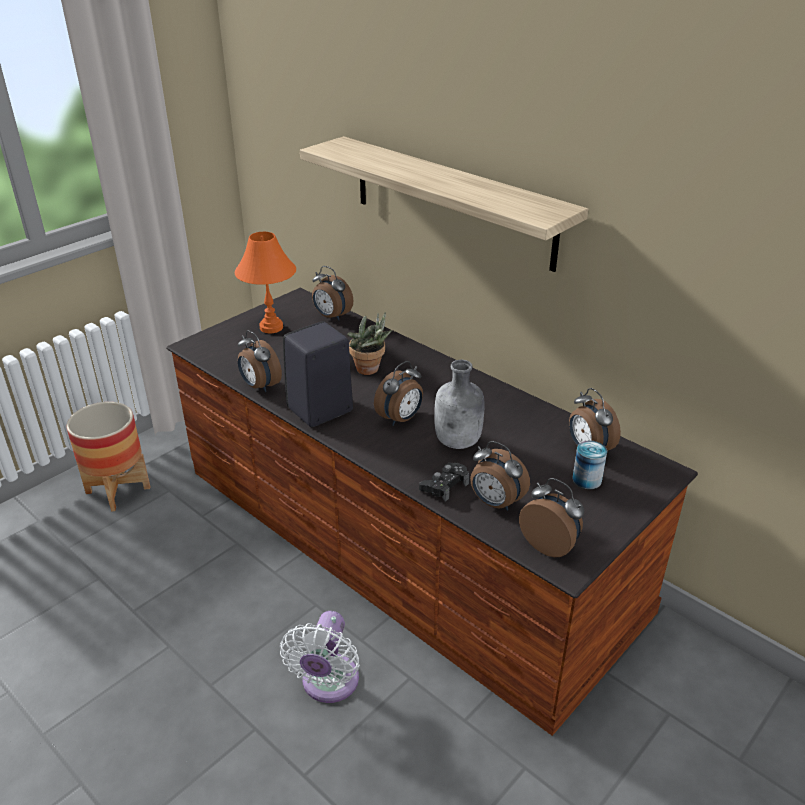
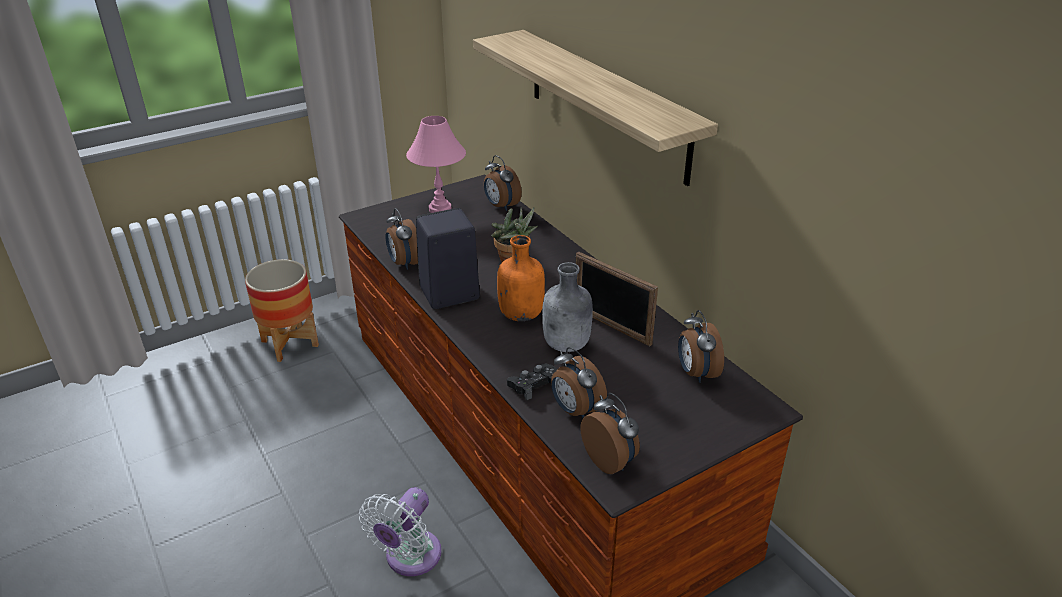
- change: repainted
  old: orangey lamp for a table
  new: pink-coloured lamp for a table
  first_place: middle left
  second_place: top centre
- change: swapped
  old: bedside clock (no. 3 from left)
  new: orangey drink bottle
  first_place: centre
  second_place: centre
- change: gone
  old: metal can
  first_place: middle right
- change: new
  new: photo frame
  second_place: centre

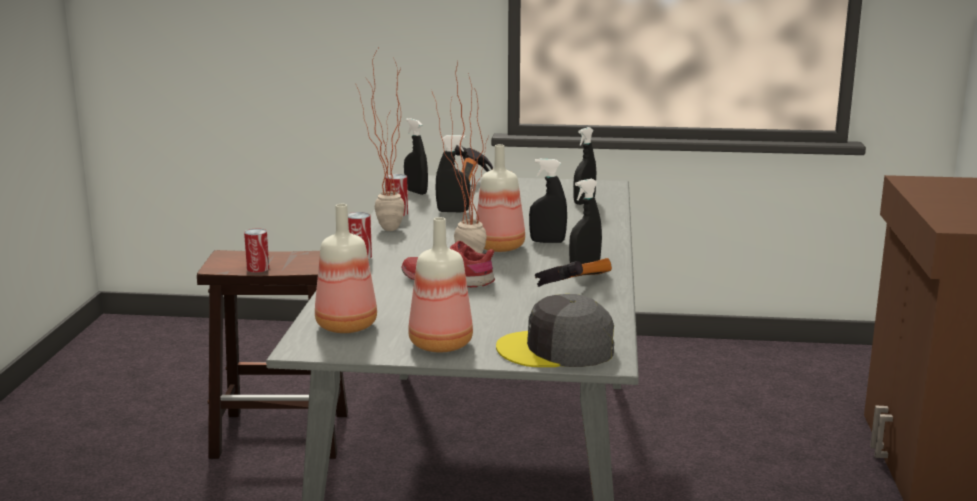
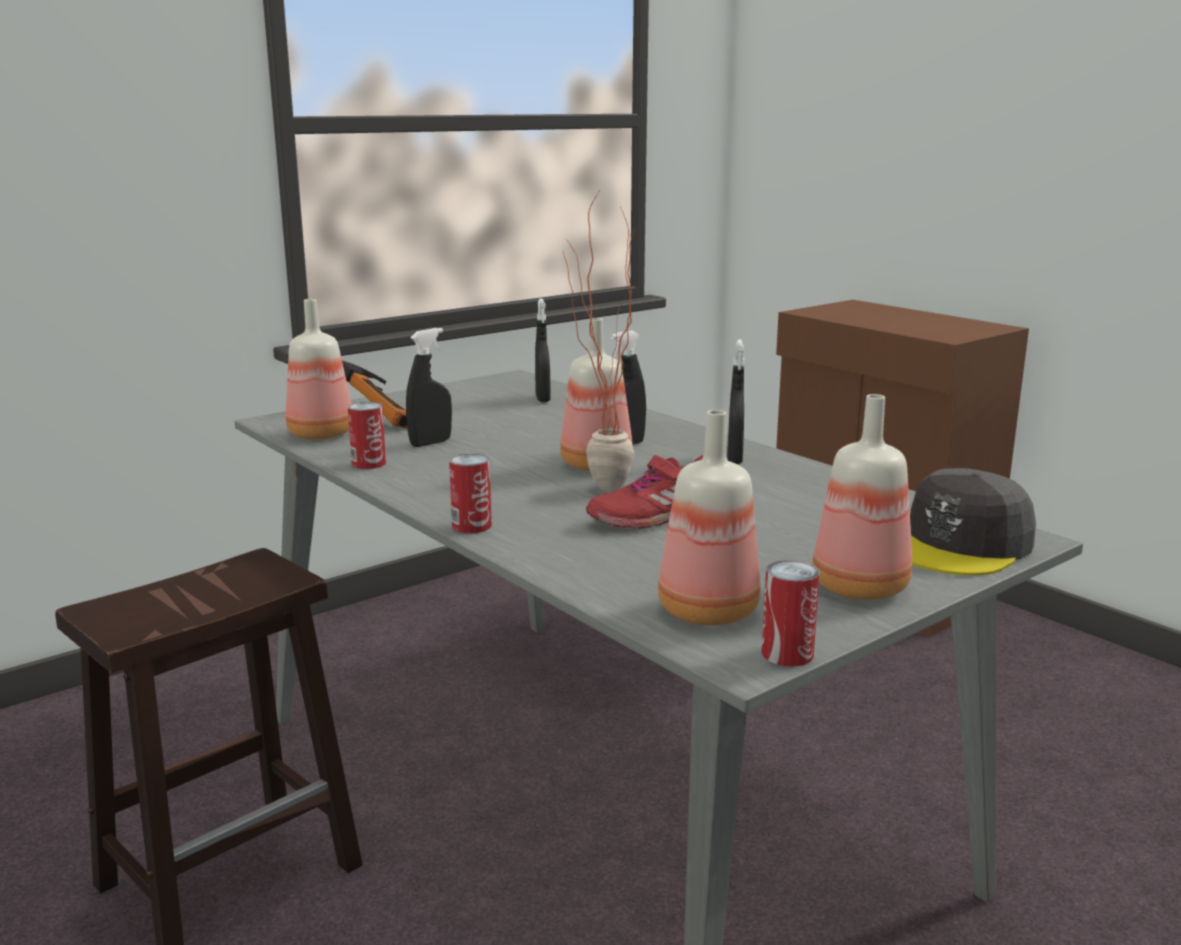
- change: gone
  old: plant in a pot (no. 1 from left)
  first_place: top centre
- change: swapped
  old: blackish sprayer (no. 1 from left)
  new: drink bottle (no. 1 from left)
  first_place: top centre
  second_place: middle left
- change: shifted
  old: metal can (no. 1 from left in the first image)
  new: metal can (no. 3 from left)
  first_place: middle left
  second_place: middle right
- change: gone
  old: tool hammer (no. 2 from left)
  first_place: centre

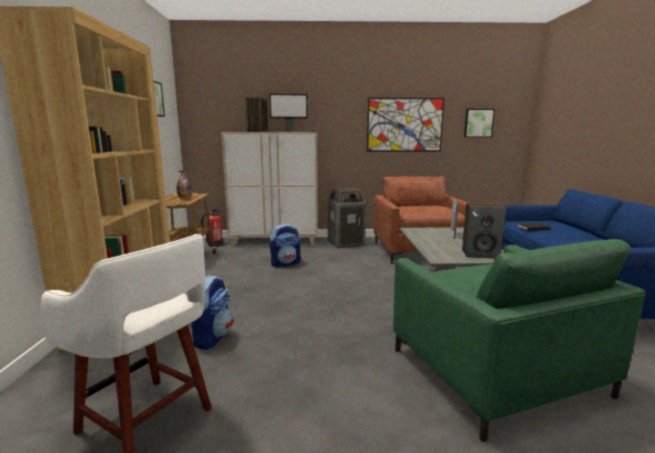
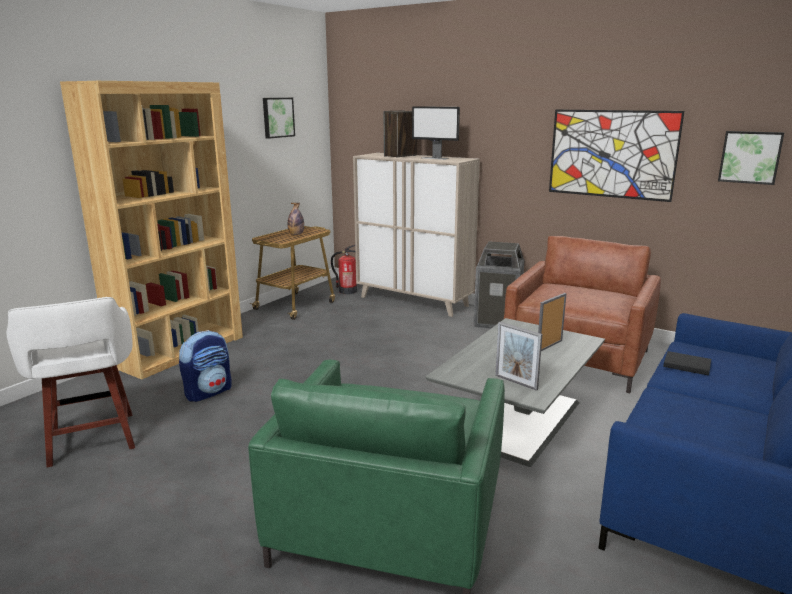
- change: swapped
  old: speaker (no. 2 from left)
  new: photo frame (no. 1 from left)
  first_place: middle right
  second_place: centre
- change: gone
  old: backpack (no. 2 from left)
  first_place: centre

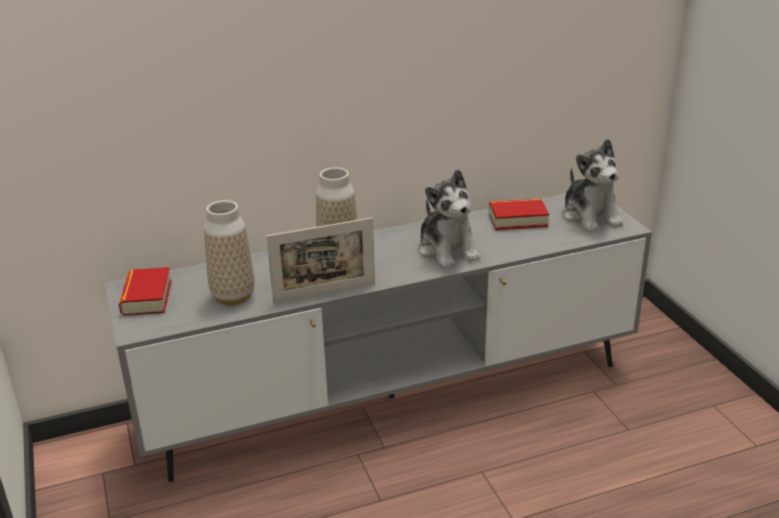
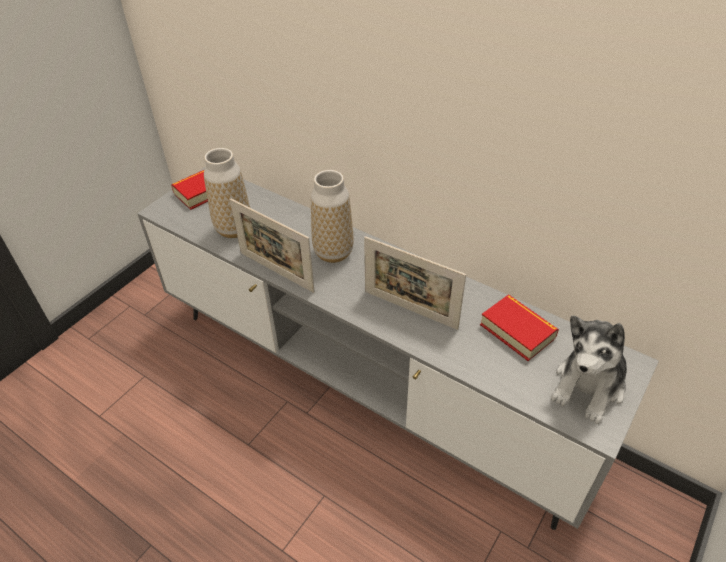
- change: swapped
  old: cuddly toy (no. 1 from left)
  new: photo frame (no. 2 from left)
  first_place: centre
  second_place: centre

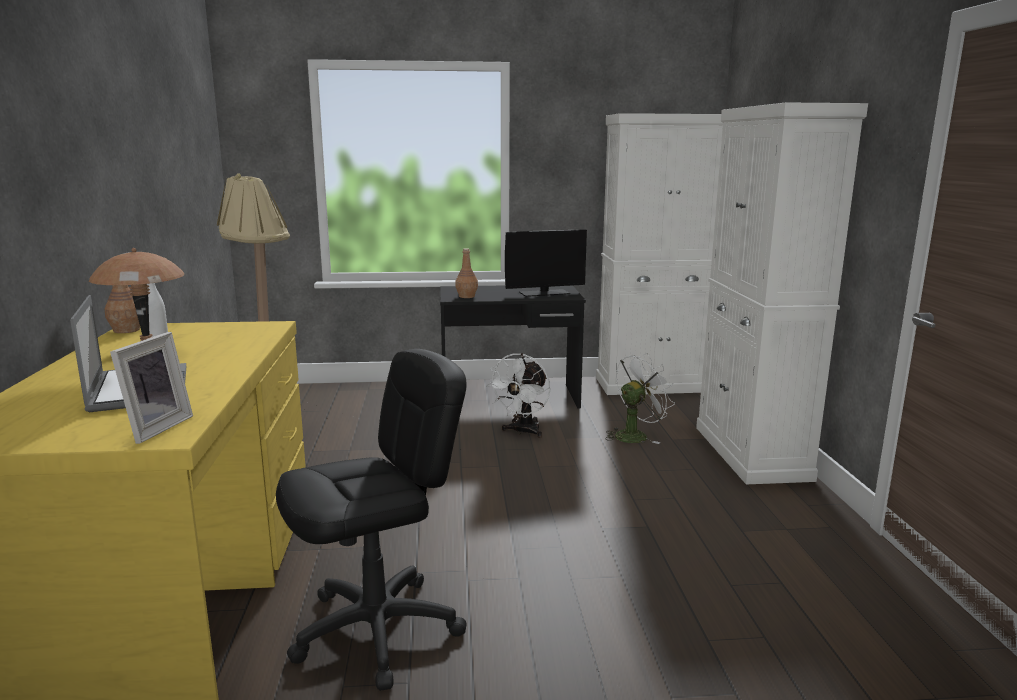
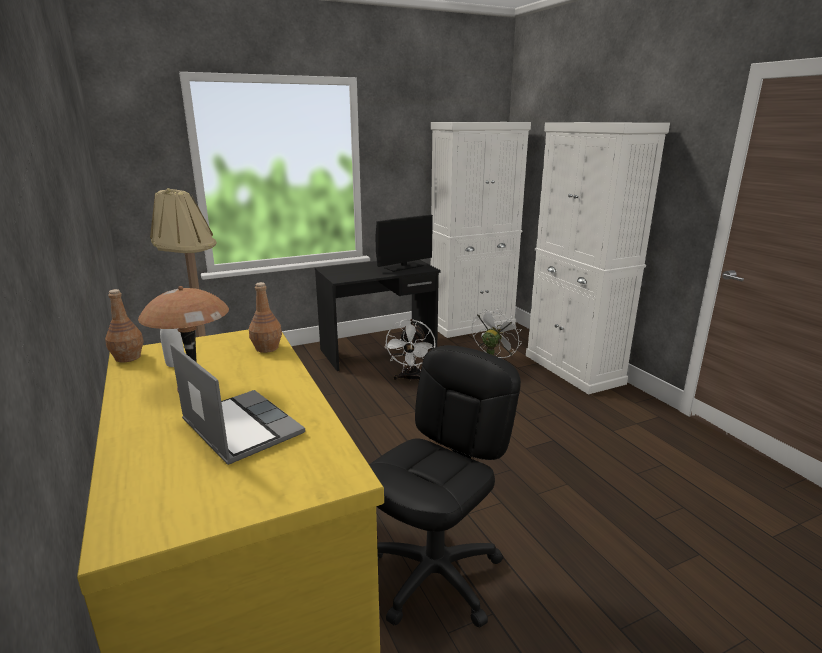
- change: shifted
  old: brownish drink bottle (no. 2 from left)
  first_place: centre
  second_place: middle left
- change: gone
  old: photo frame
  first_place: middle left

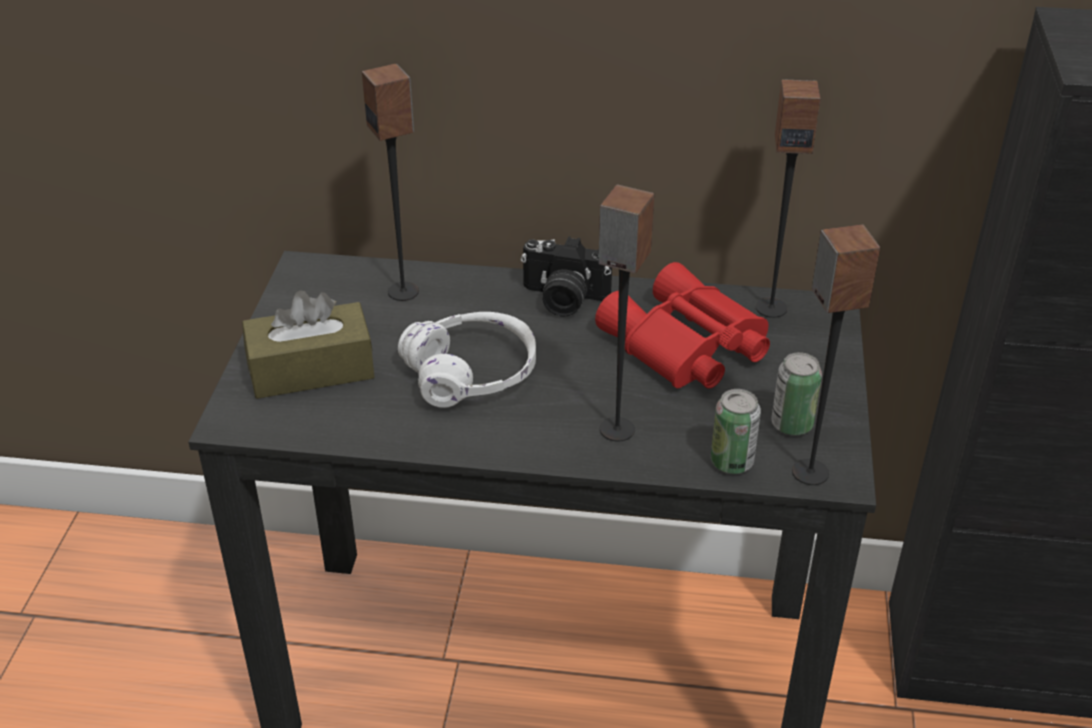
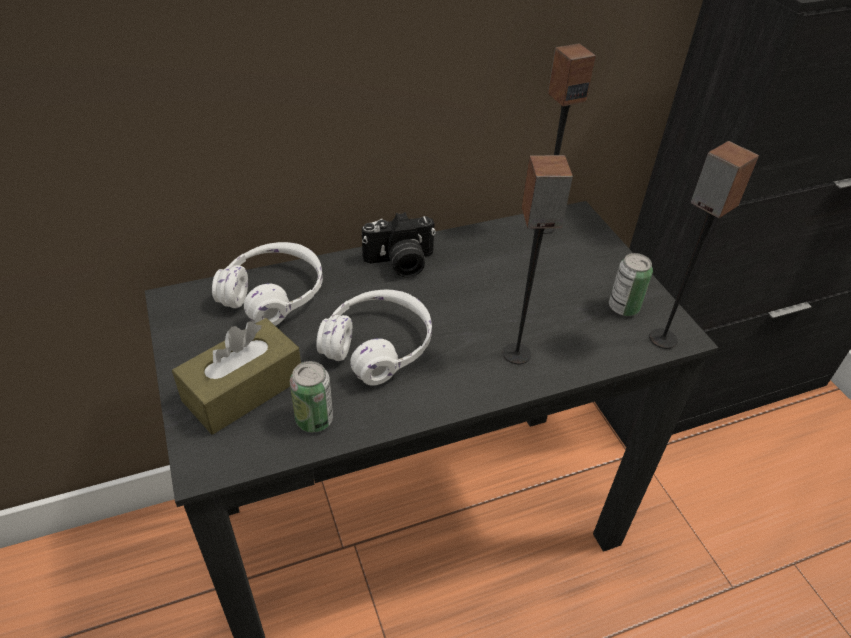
- change: swapped
  old: speaker (no. 1 from left)
  new: white pair of headphones (no. 1 from left)
  first_place: top centre
  second_place: middle left
- change: gone
  old: red-coloured pair of binoculars
  first_place: centre
- change: shifted
  old: metal can (no. 1 from left)
  first_place: middle right
  second_place: centre

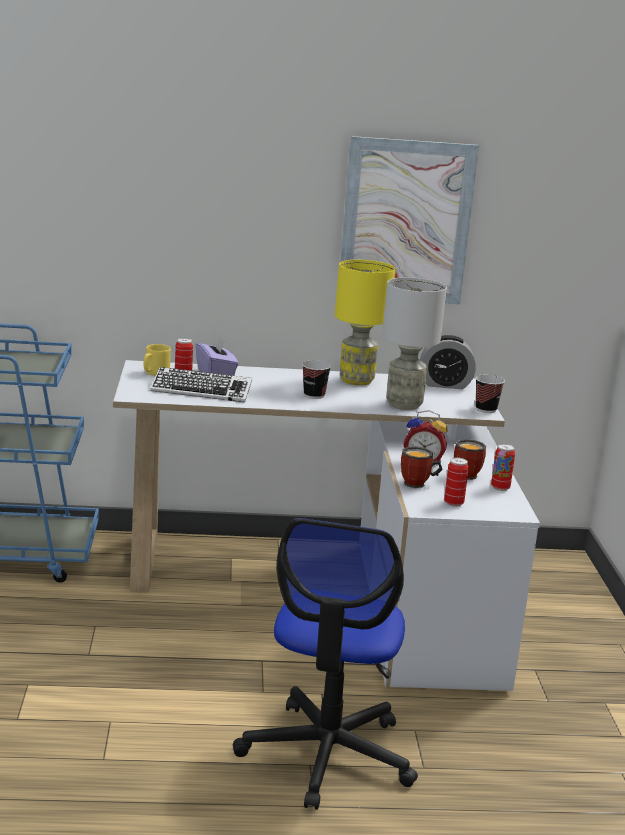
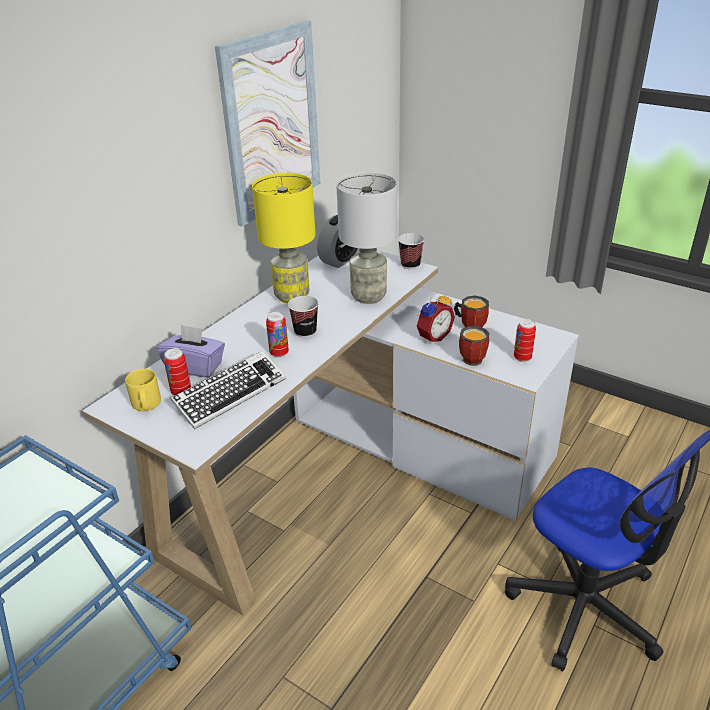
- change: shifted
  old: metal can (no. 3 from left in the first image)
  new: metal can (no. 2 from left)
  first_place: middle right
  second_place: centre

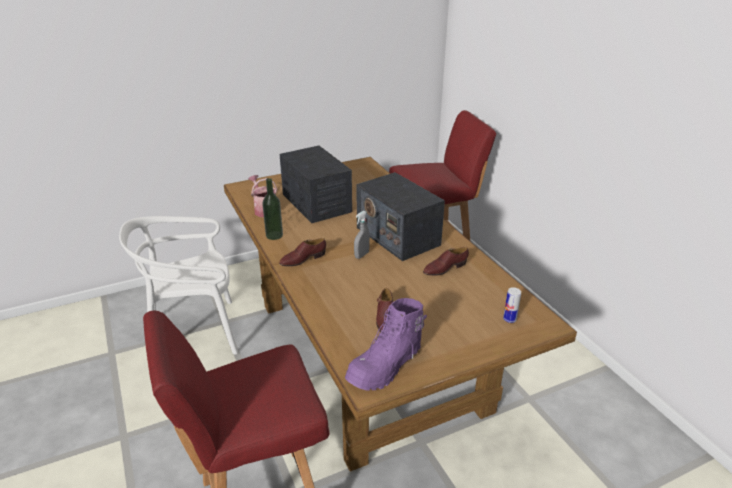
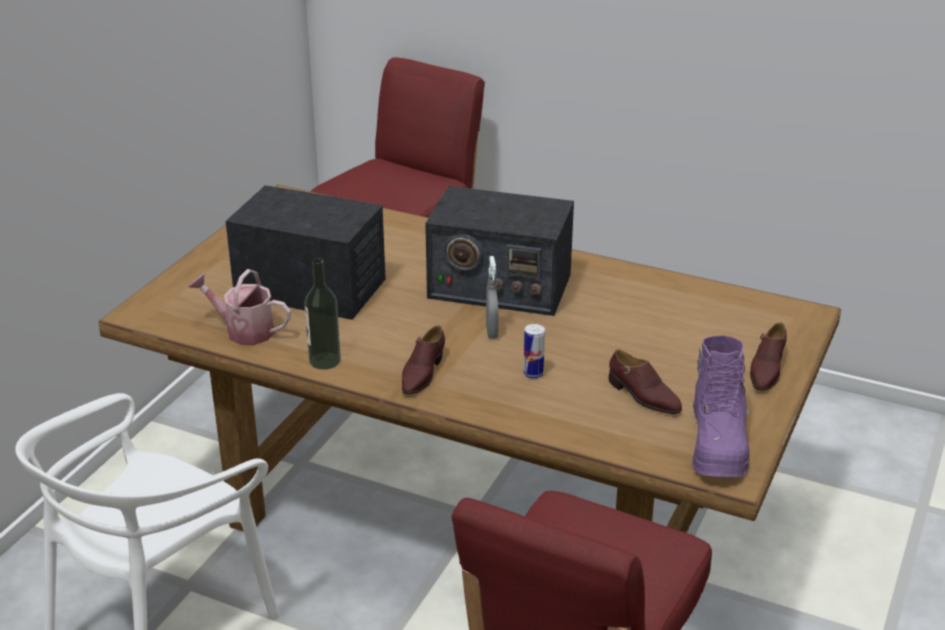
- change: shifted
  old: brownish item of footwear (no. 3 from left)
  first_place: centre
  second_place: middle right
- change: shifted
  old: metal can
  first_place: middle right
  second_place: centre

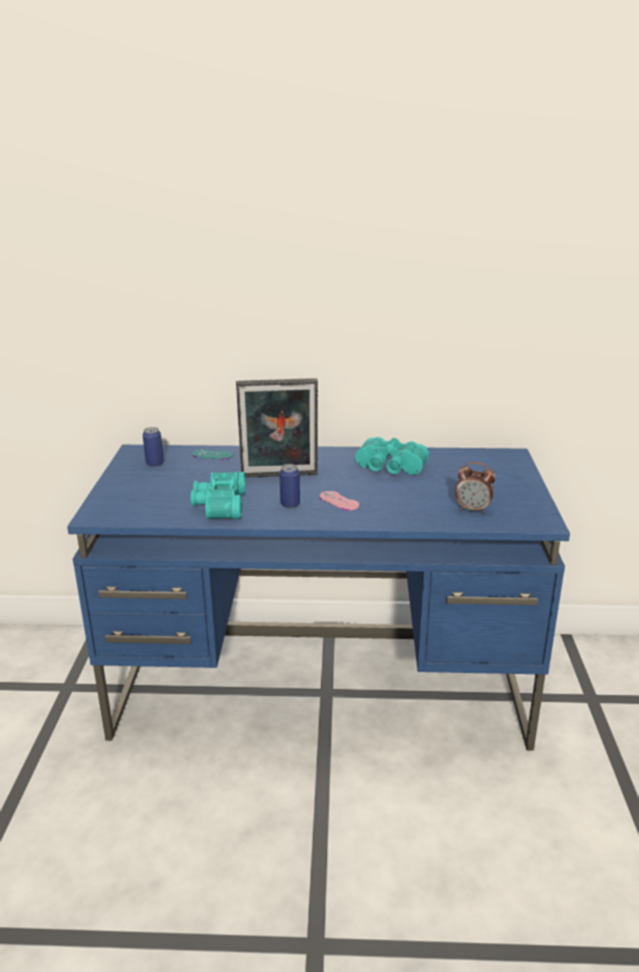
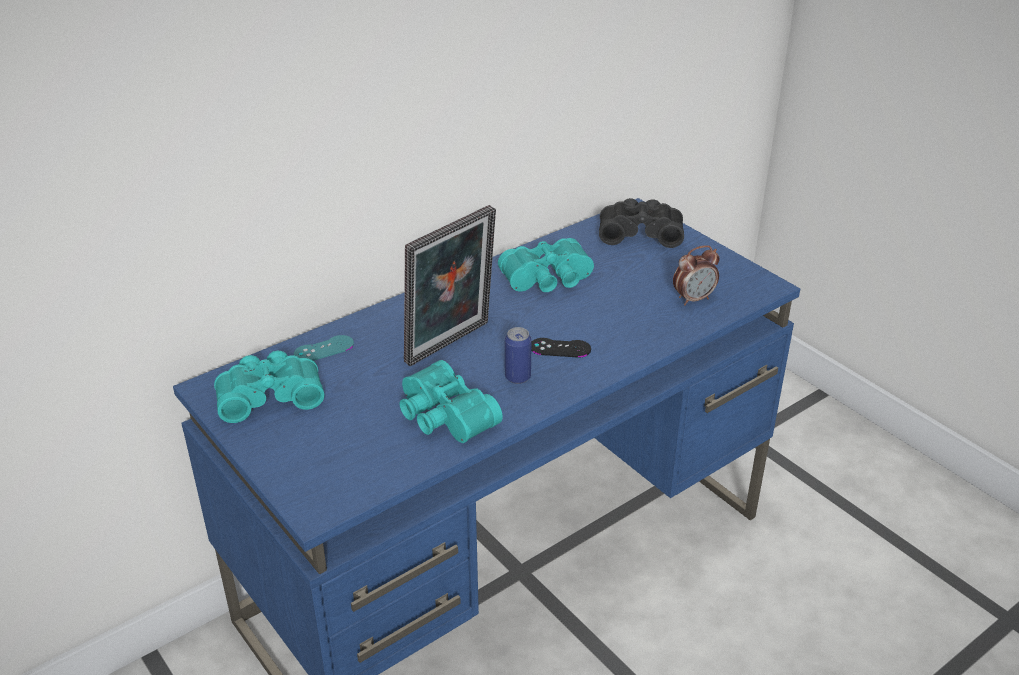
- change: swapped
  old: metal can (no. 1 from left)
  new: turquoise-coloured pair of binoculars (no. 1 from left)
  first_place: middle left
  second_place: middle left
- change: repainted
  old: pink-coloured joypad
  new: blackish joypad
  first_place: centre
  second_place: centre
- change: new
  new: blackish pair of binoculars
  second_place: top centre

